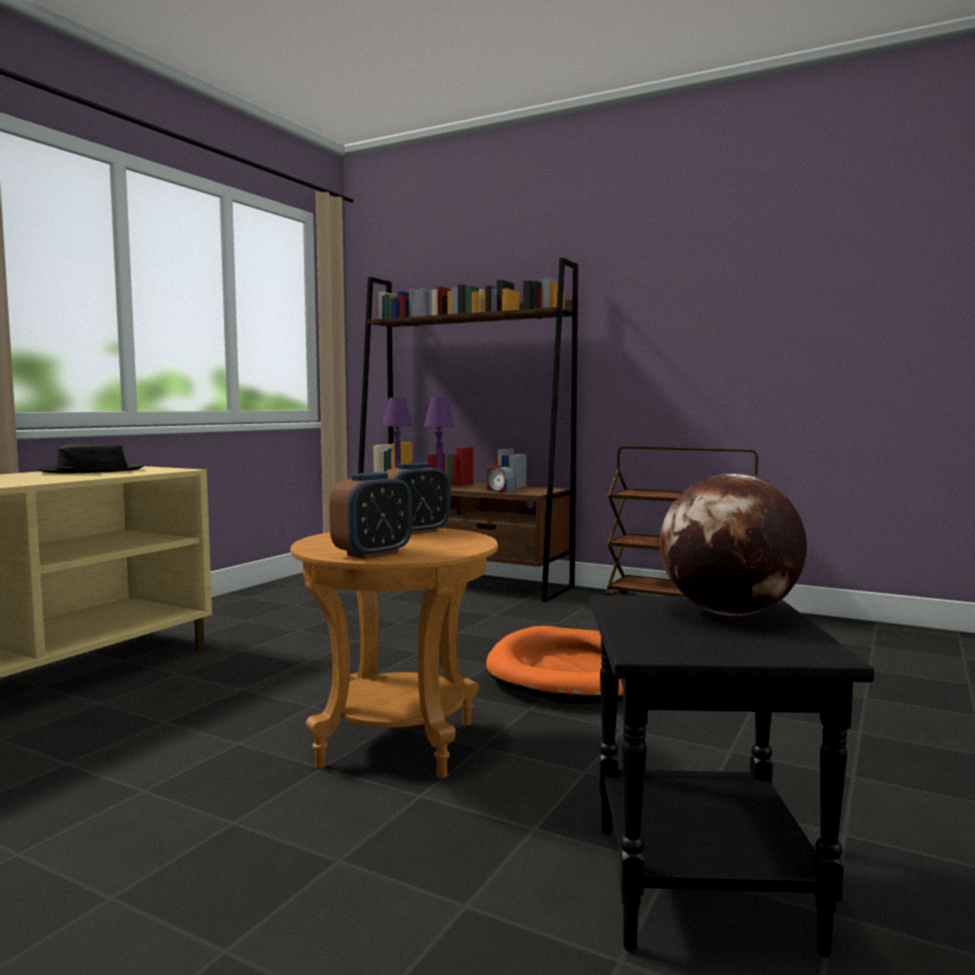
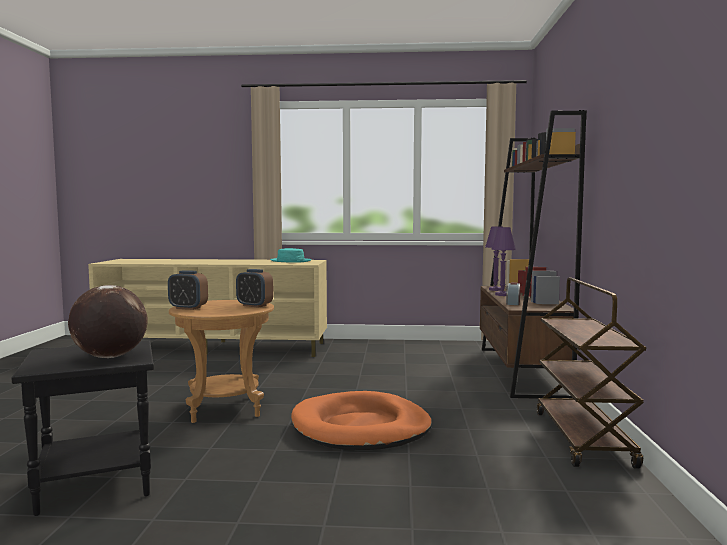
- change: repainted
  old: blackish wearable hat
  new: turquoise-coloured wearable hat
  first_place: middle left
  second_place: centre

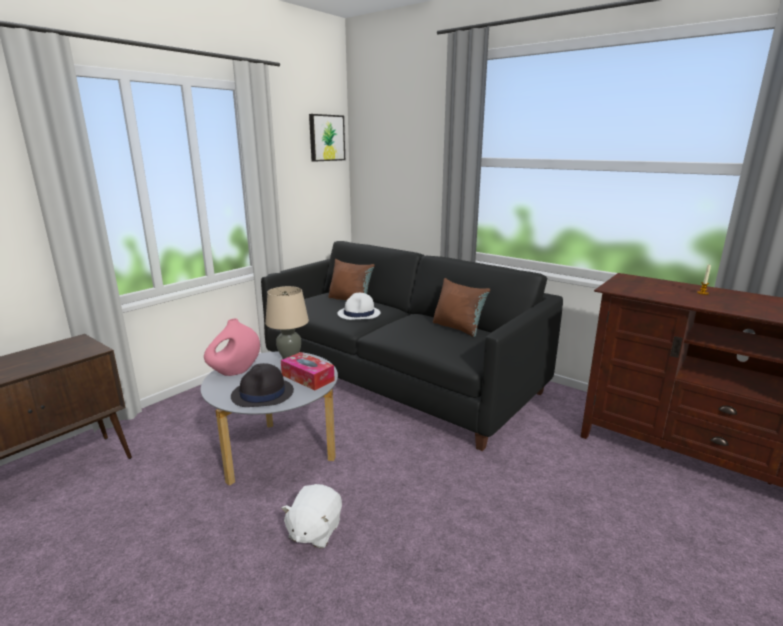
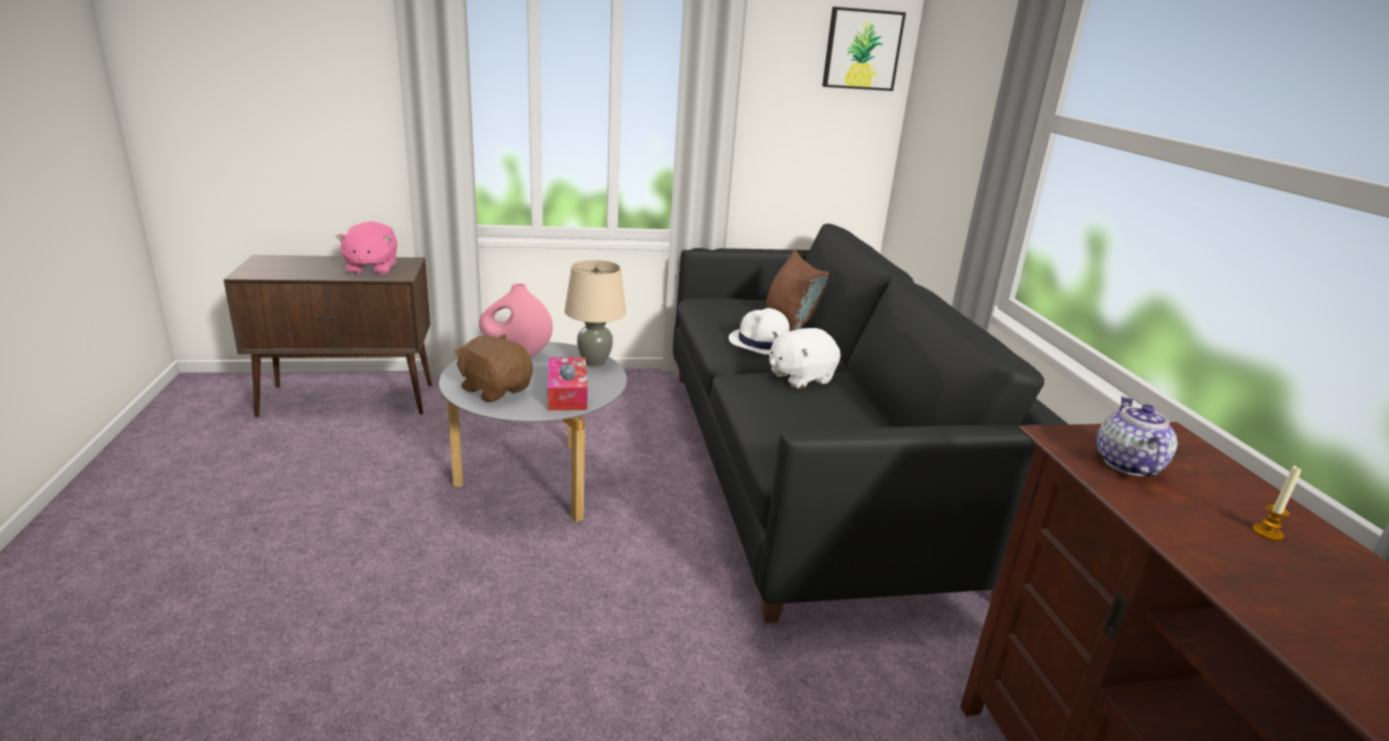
- change: gone
  old: brownish throw pillow (no. 2 from left)
  first_place: centre
- change: swapped
  old: blackish wearable hat
  new: brownish cuddly toy
  first_place: centre
  second_place: centre
- change: shifted
  old: white cuddly toy
  first_place: bottom centre
  second_place: centre
- change: new
  new: pink-coloured cuddly toy
  second_place: middle left
- change: new
  new: tea pot
  second_place: middle right

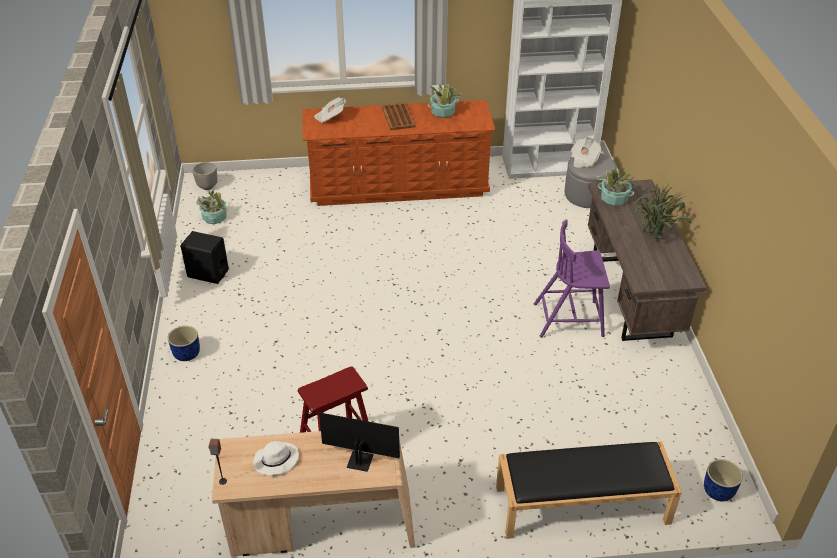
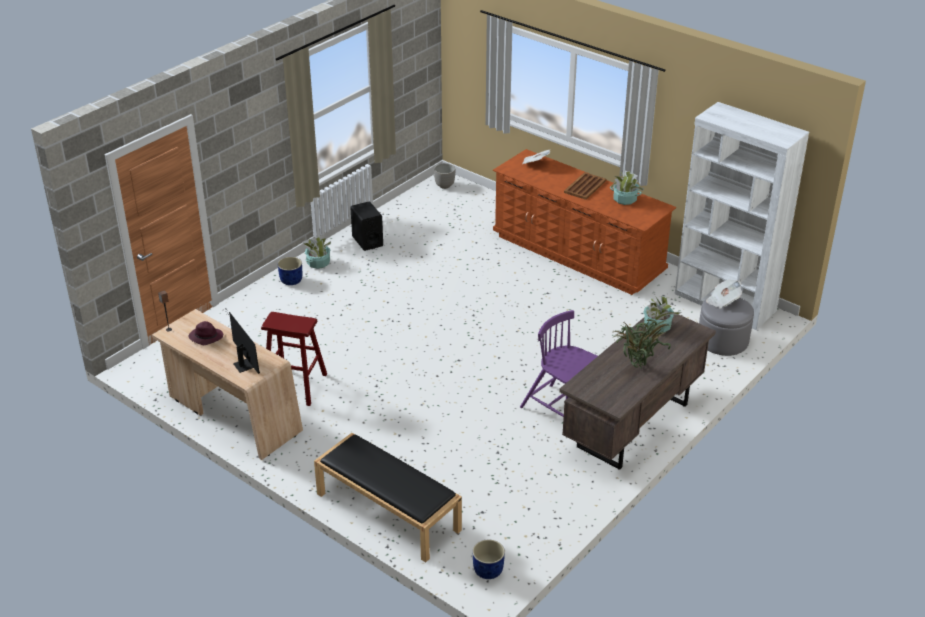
- change: shifted
  old: plant in a pot (no. 1 from left)
  first_place: middle left
  second_place: centre
- change: repainted
  old: white wearable hat
  new: purple wearable hat
  first_place: bottom left
  second_place: middle left

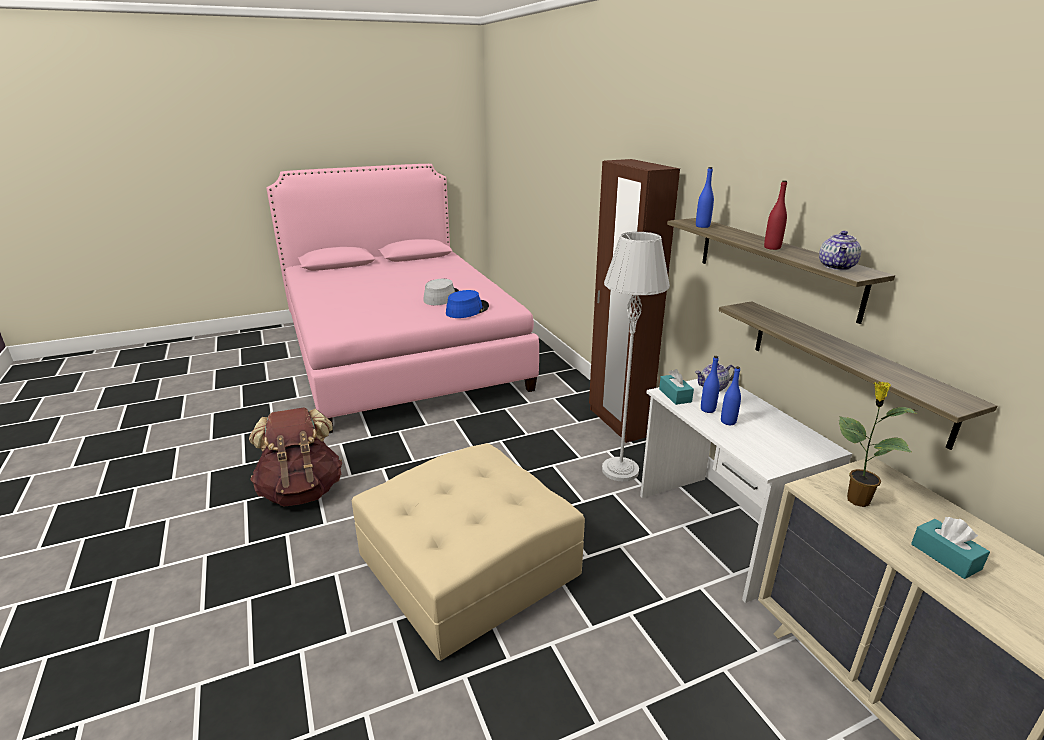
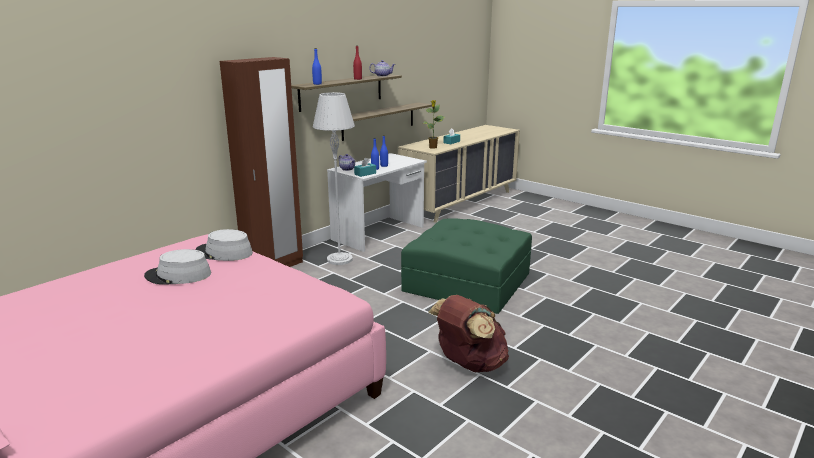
- change: repainted
  old: blue-coloured wearable hat
  new: grey wearable hat (no. 2 from left)
  first_place: centre
  second_place: middle left
- change: repainted
  old: sand-coloured pouffe
  new: greenish pouffe
  first_place: bottom centre
  second_place: centre

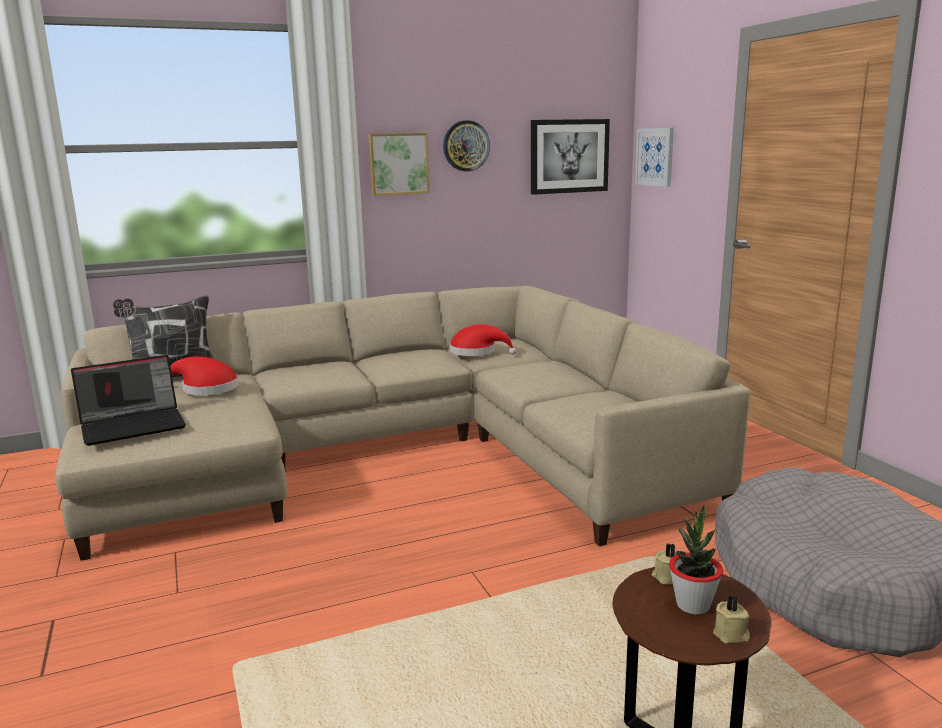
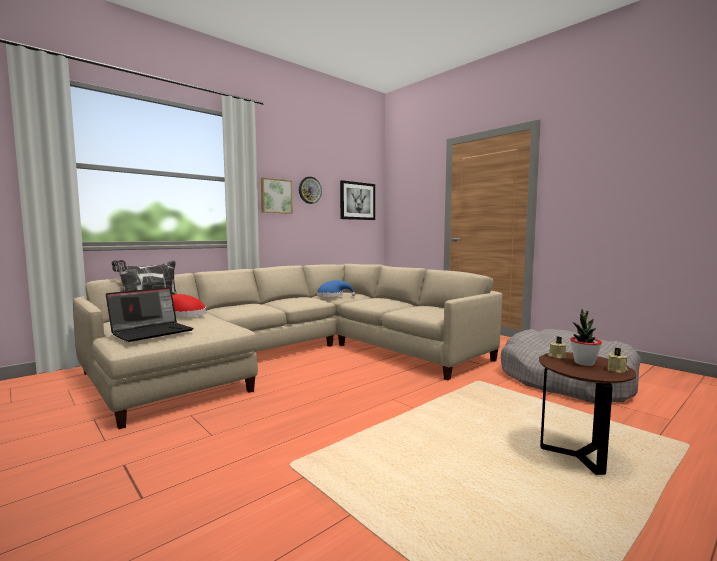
- change: gone
  old: wall art (no. 3 from left)
  first_place: top right
- change: repainted
  old: red-coloured wearable hat (no. 2 from left)
  new: blue-coloured wearable hat
  first_place: centre
  second_place: centre

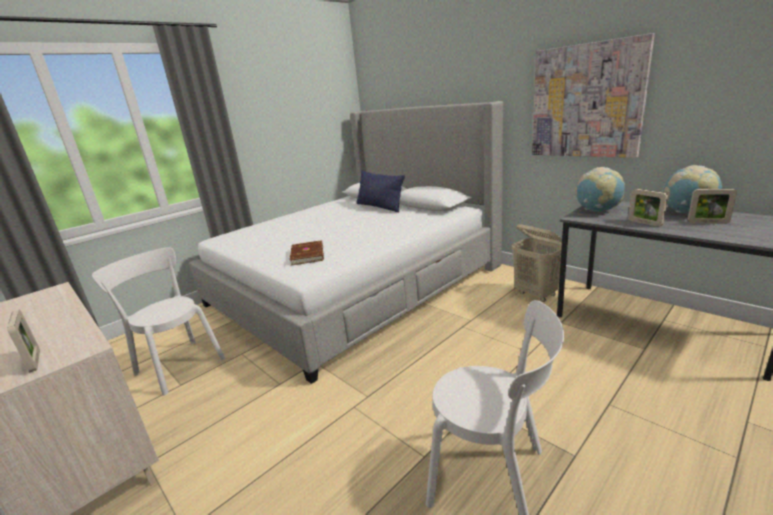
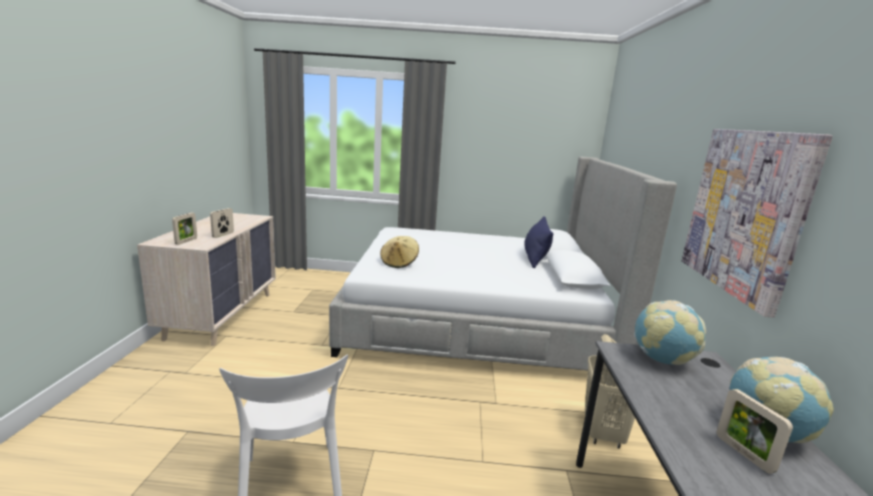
- change: shifted
  old: photo frame (no. 2 from left)
  first_place: middle right
  second_place: middle left
- change: swapped
  old: brownish volume
  new: sand-coloured wearable hat
  first_place: centre
  second_place: centre
- change: gone
  old: white chair (no. 1 from left)
  first_place: middle left

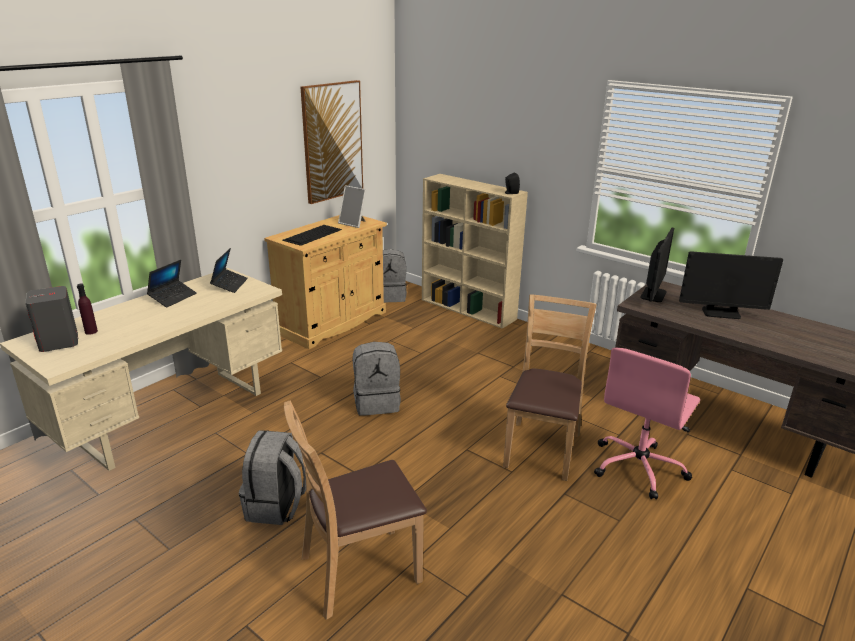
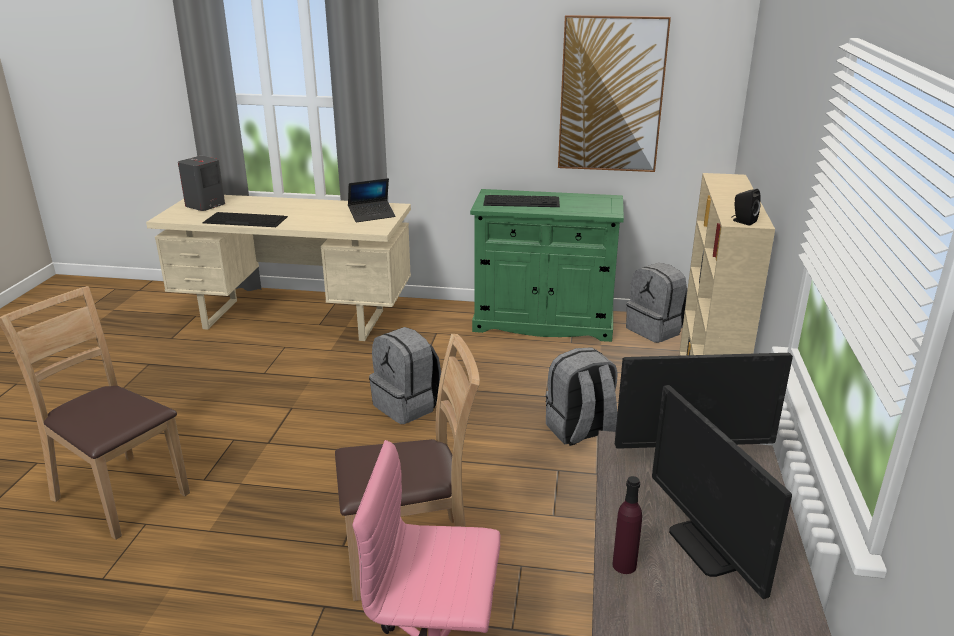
- change: gone
  old: photo frame
  first_place: top centre
- change: repainted
  old: sand-coloured cupboard
  new: greenish cupboard
  first_place: centre
  second_place: centre
- change: gone
  old: portable computer (no. 1 from left)
  first_place: middle left
- change: shifted
  old: purple drink bottle
  first_place: middle left
  second_place: bottom centre
- change: shifted
  old: grey backpack (no. 1 from left in the first image)
  new: grey backpack (no. 2 from left)
  first_place: bottom left
  second_place: centre
- change: new
  new: computer keyboard (no. 1 from left)
  second_place: middle left

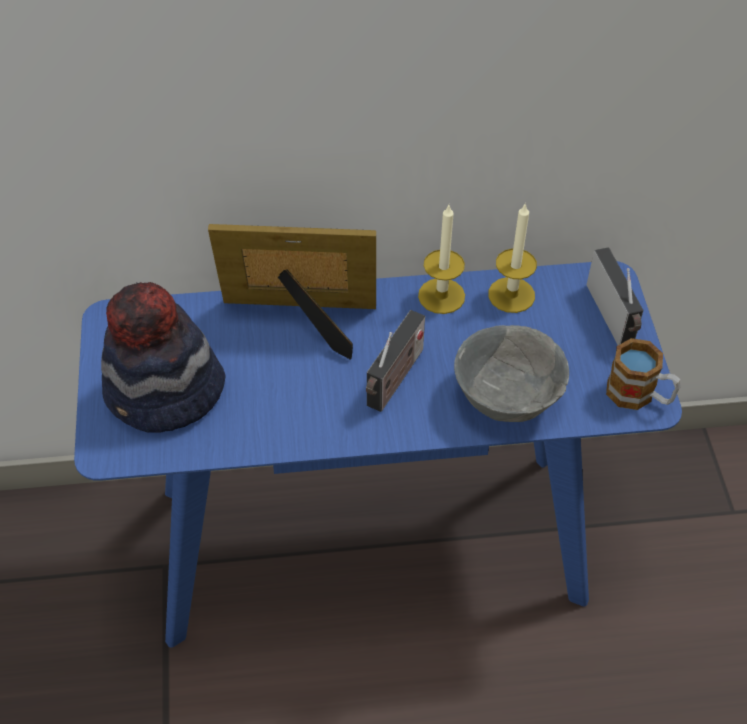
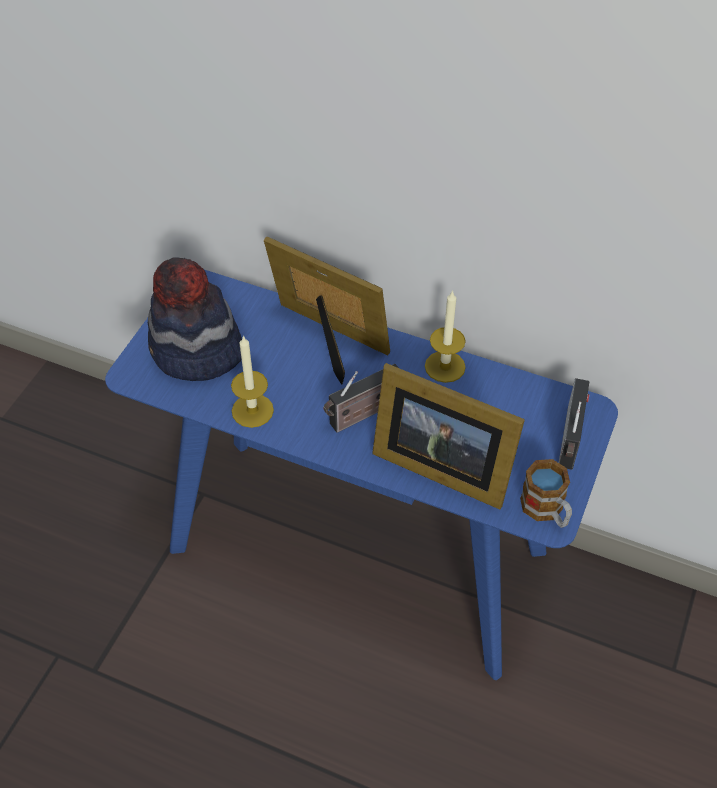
- change: shifted
  old: wax candle (no. 2 from left in the first image)
  new: wax candle (no. 1 from left)
  first_place: middle right
  second_place: centre
- change: swapped
  old: grey bowl
  new: photo frame (no. 2 from left)
  first_place: middle right
  second_place: centre

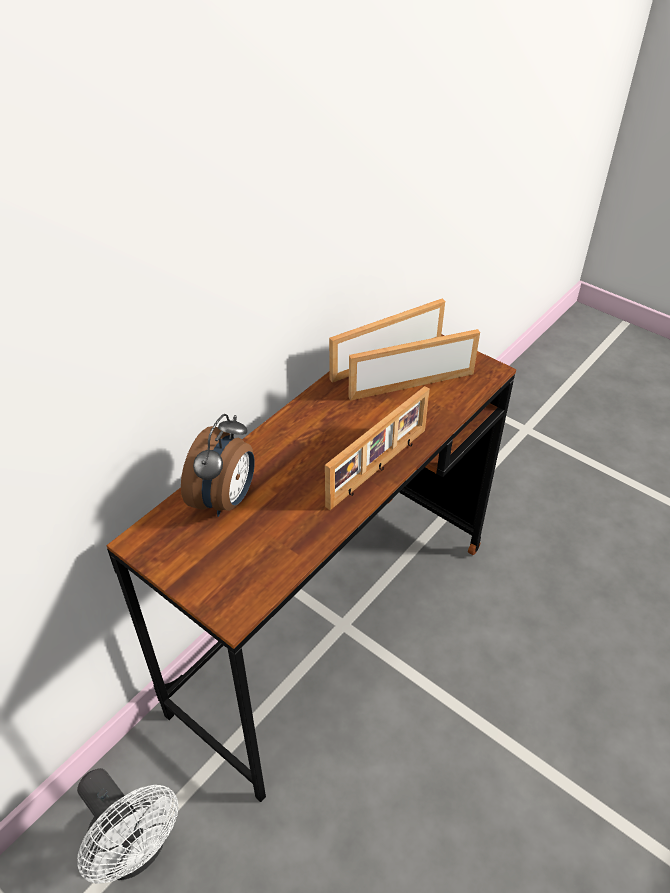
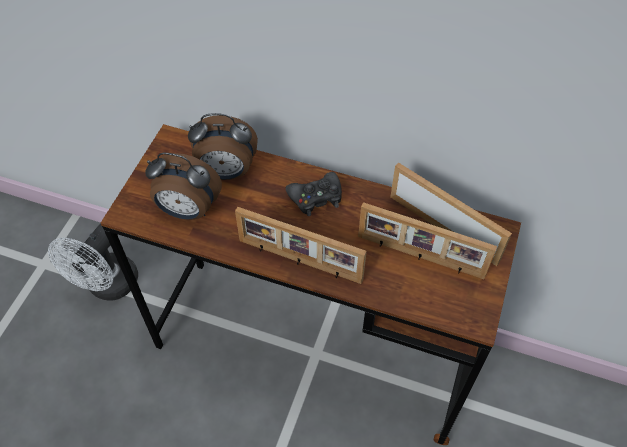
- change: rotated
  old: photo frame (no. 3 from left in the first image)
  first_place: centre
  second_place: middle right
  degrees: 150
- change: new
  new: bedside clock (no. 1 from left)
  second_place: middle left
- change: new
  new: blackish joypad
  second_place: centre

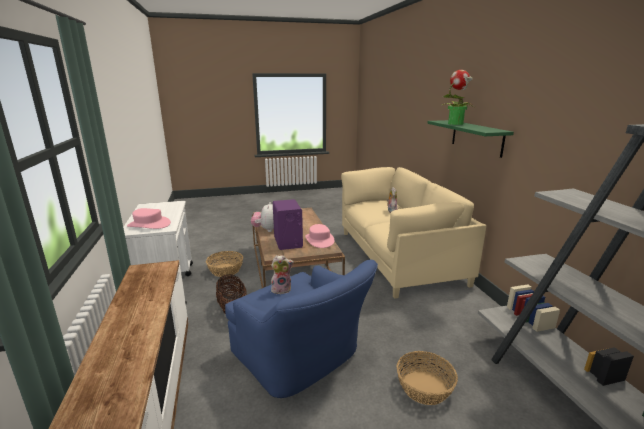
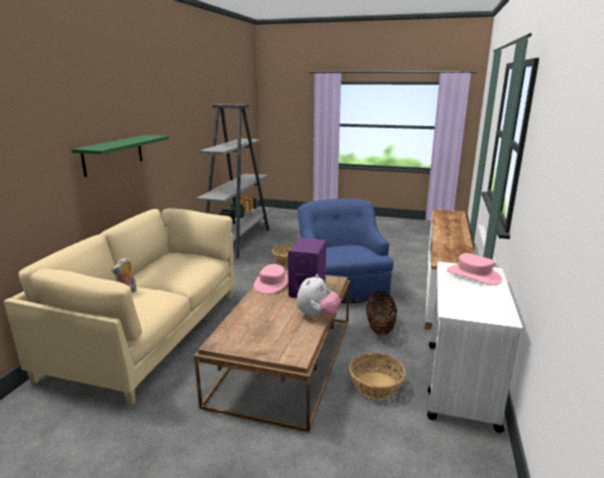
- change: gone
  old: plant in a pot
  first_place: top right
- change: gone
  old: cuddly toy (no. 2 from left)
  first_place: centre

